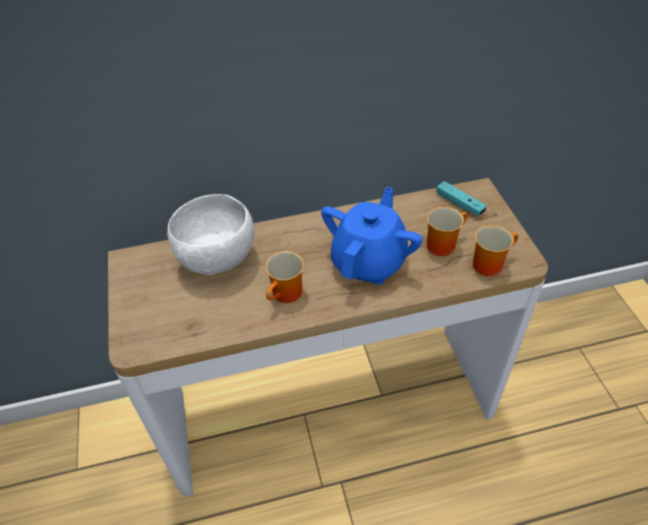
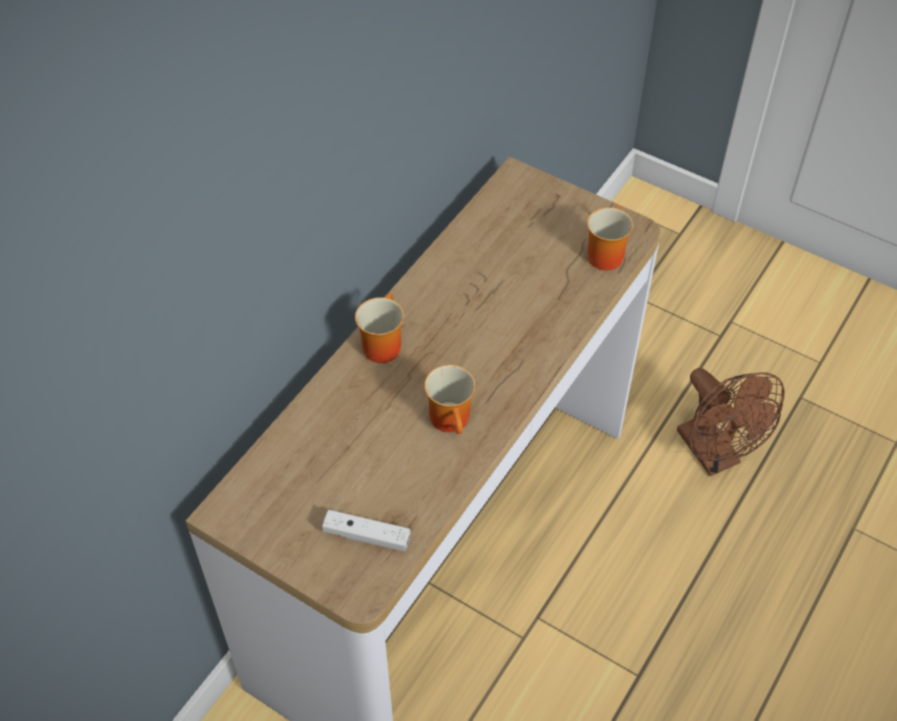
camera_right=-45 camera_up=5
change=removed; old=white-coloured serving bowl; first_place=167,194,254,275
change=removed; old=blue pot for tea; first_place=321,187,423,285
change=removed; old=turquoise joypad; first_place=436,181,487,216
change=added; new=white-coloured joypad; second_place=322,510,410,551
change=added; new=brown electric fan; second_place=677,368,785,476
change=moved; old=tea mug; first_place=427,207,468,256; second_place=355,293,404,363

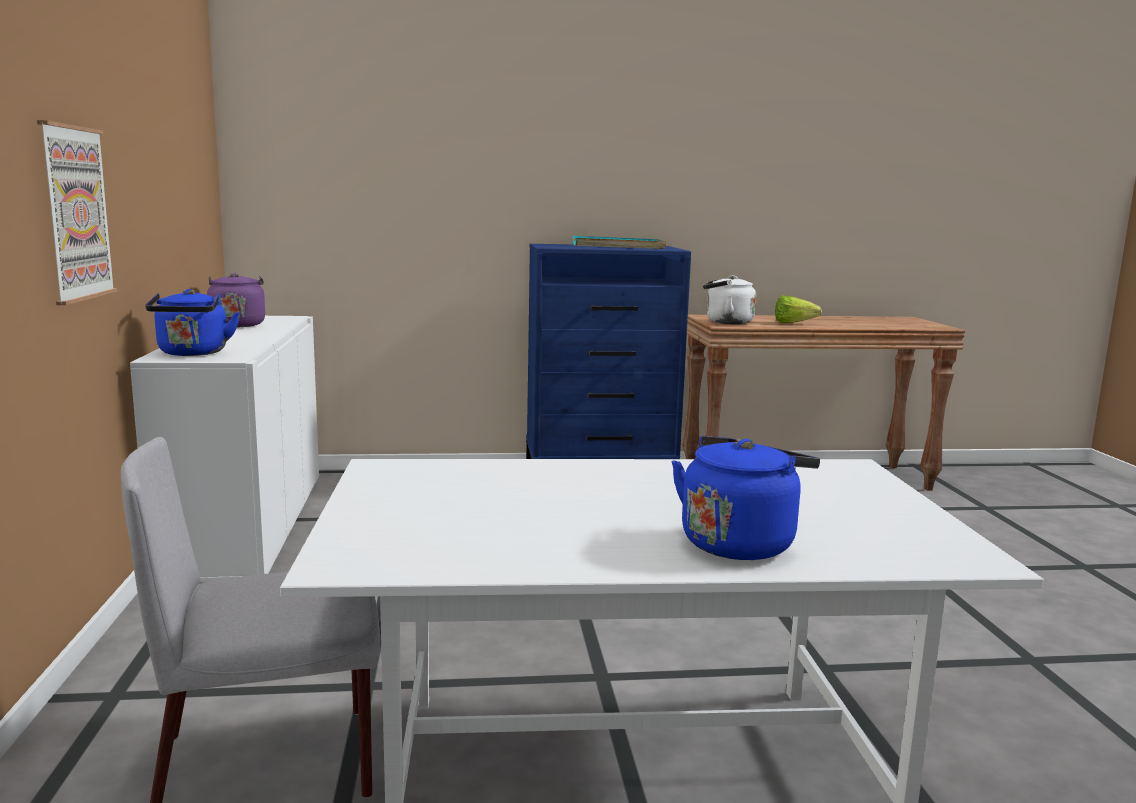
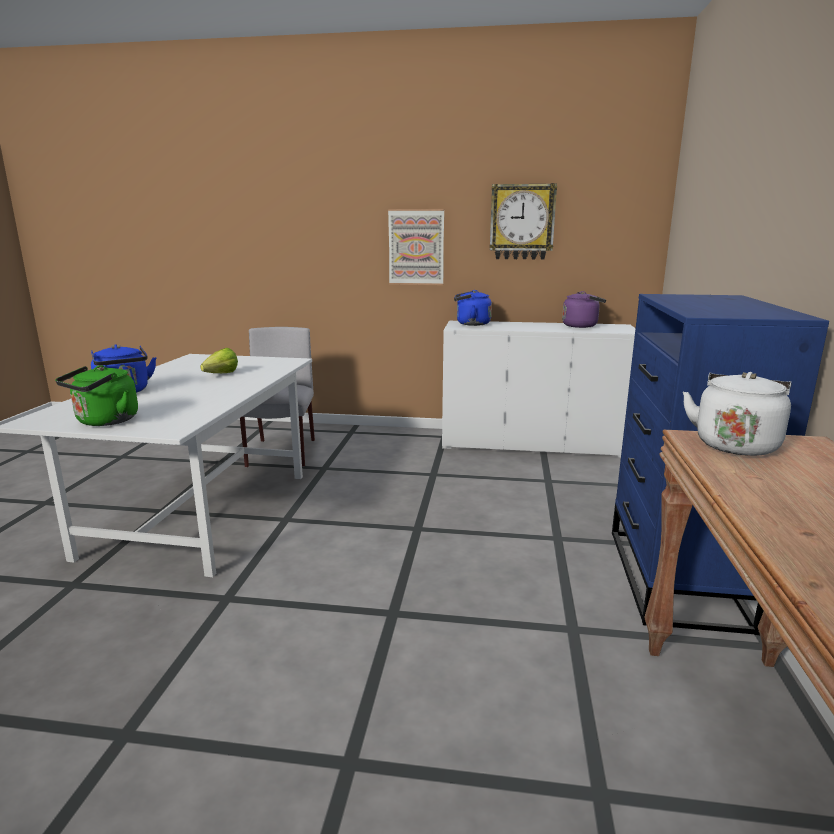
camera_right=105 camera_up=5
change=removed; old=turquoise tray; first_place=573,236,666,249
change=added; new=green water kettle; second_place=55,365,138,426
change=added; new=wall clock; second_place=490,183,557,260
change=moved; old=head of lettuce; first_place=775,295,822,323; second_place=200,348,238,373

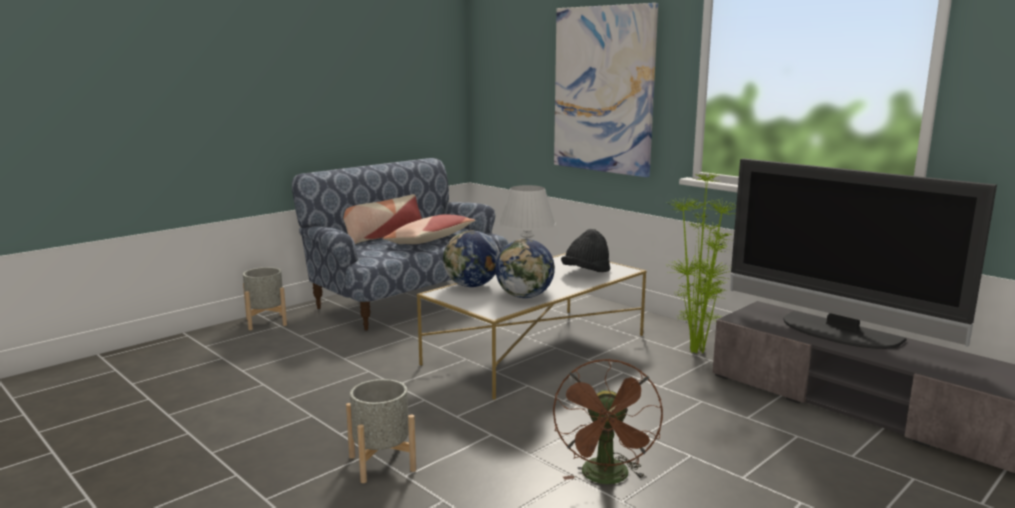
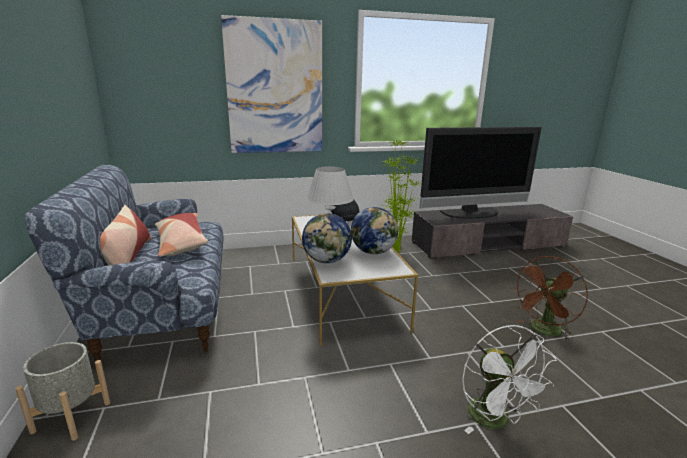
camera_right=-60 camera_up=5
change=replaced; old=gray flower pot; new=white-coloured electric fan; first_place=346,379,416,483; second_place=462,325,557,434
change=turned; old=brown electric fan; first_place=553,359,663,484; second_place=512,256,588,341; degrees=105

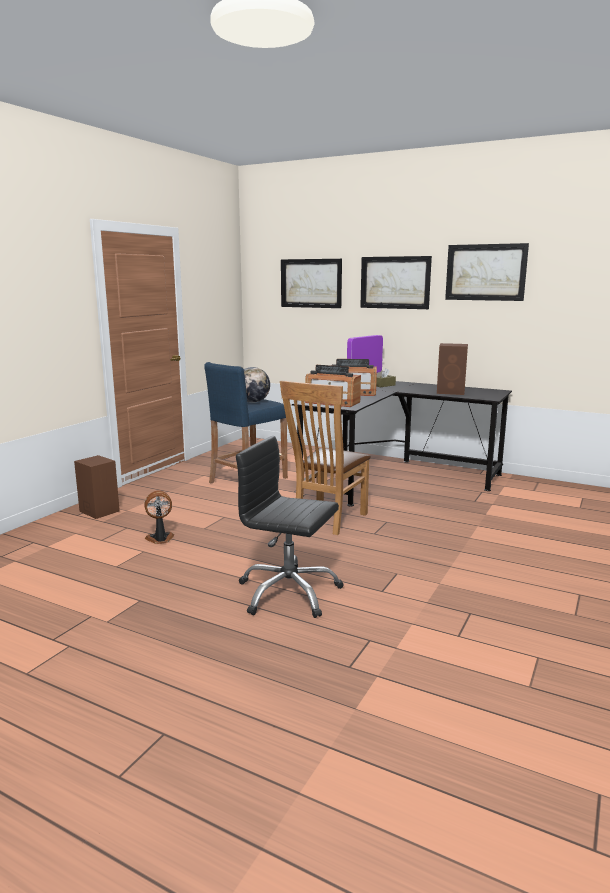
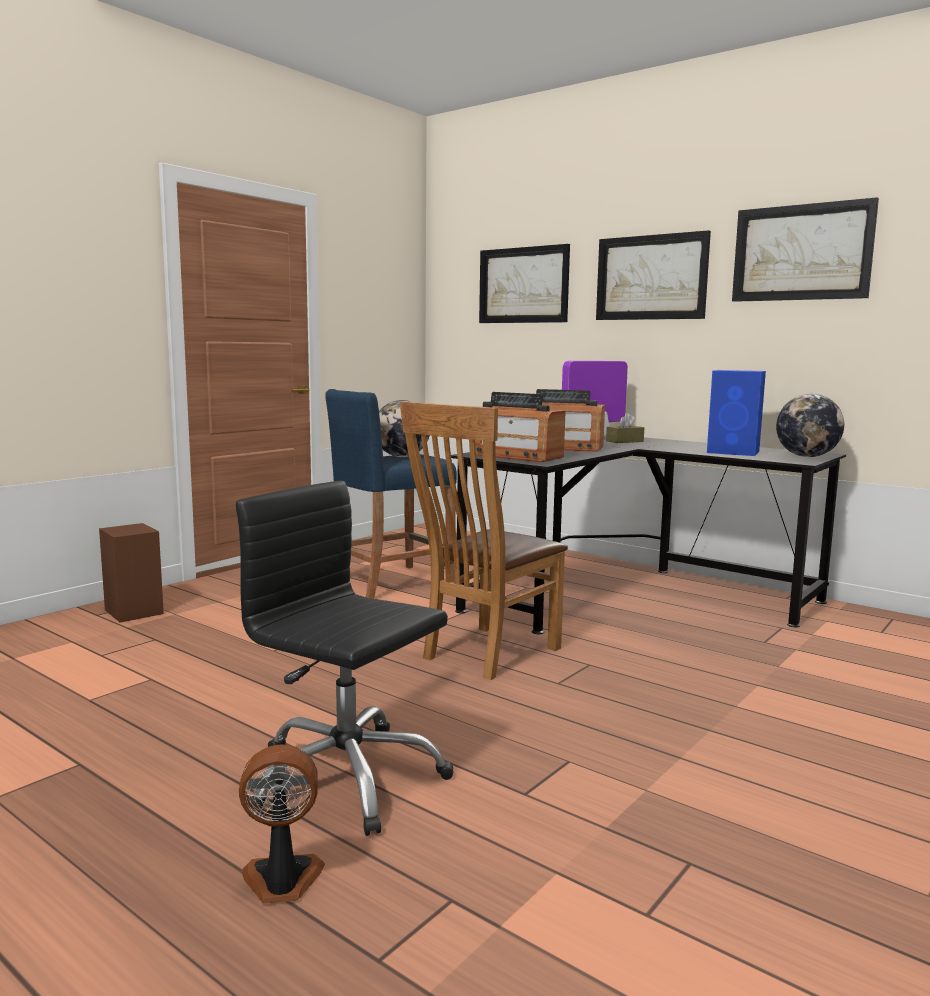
camera_right=10 camera_up=-5
change=added; new=world globe; second_place=776,394,844,457
change=moved; old=electric fan; first_place=144,490,174,544; second_place=239,744,325,903
change=recoloured; old=brown speaker; new=blue speaker; first_place=437,343,468,395; second_place=707,370,766,456

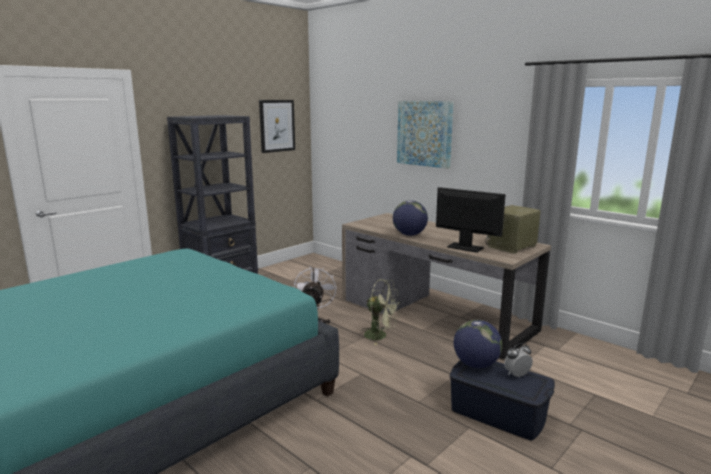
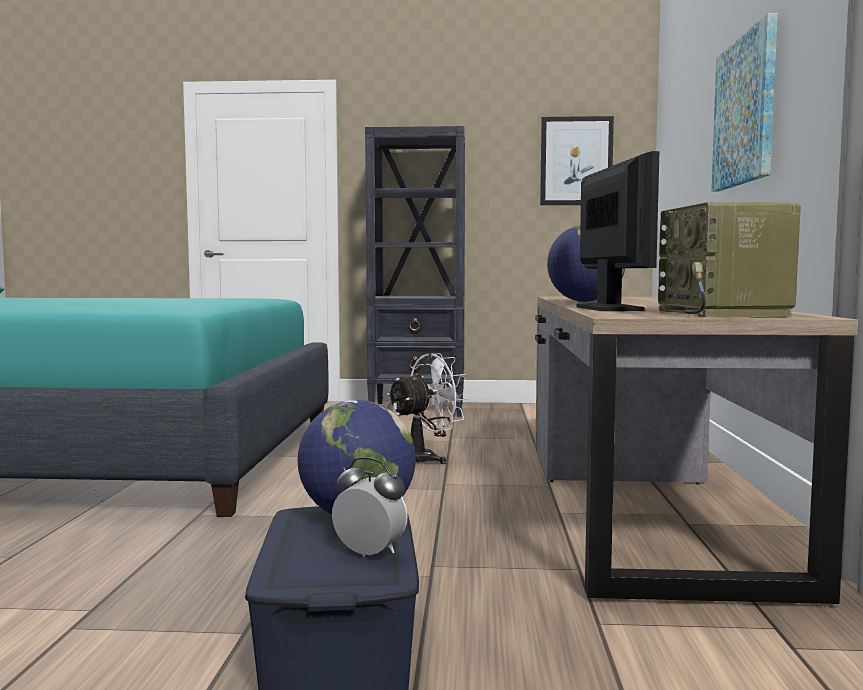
camera_right=50 camera_up=-10
change=removed; old=green electric fan; first_place=361,279,400,345
change=turned; old=radio receiver; first_place=485,205,541,254; second_place=658,202,801,317; degrees=-105

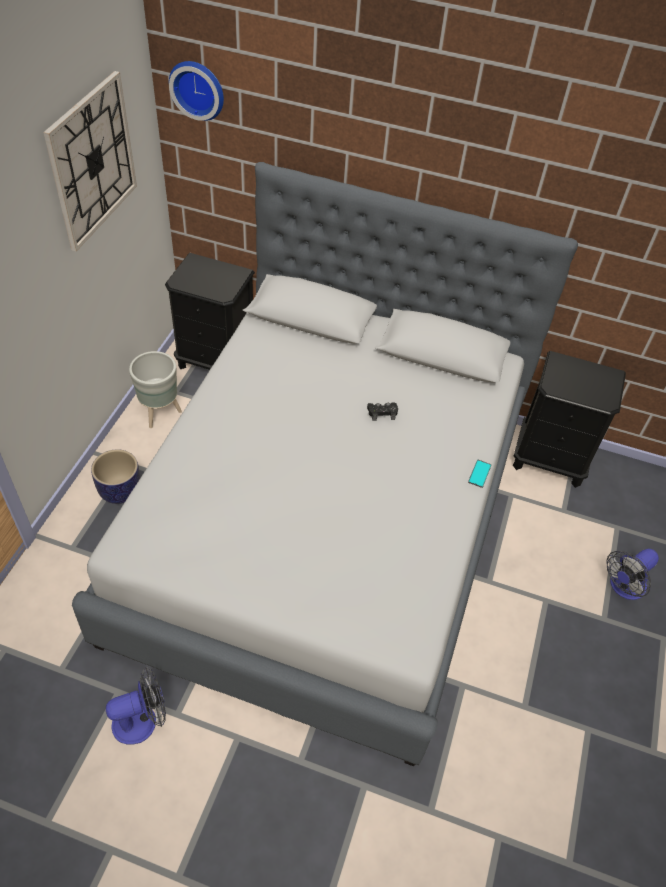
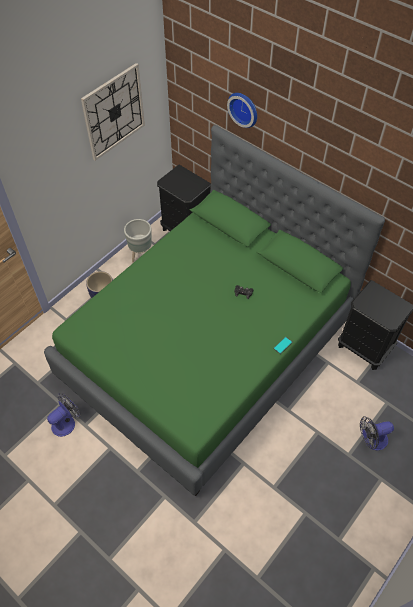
camera_right=25 camera_up=5
change=moved; old=wall clock; first_place=169,61,224,121; second_place=227,93,257,128
change=recoloured; old=gray bedroom bed; new=green bedroom bed; first_place=72,162,578,766; second_place=44,125,385,496
change=turned; old=electric fan; first_place=106,667,166,745; second_place=47,393,81,437; degrees=-45

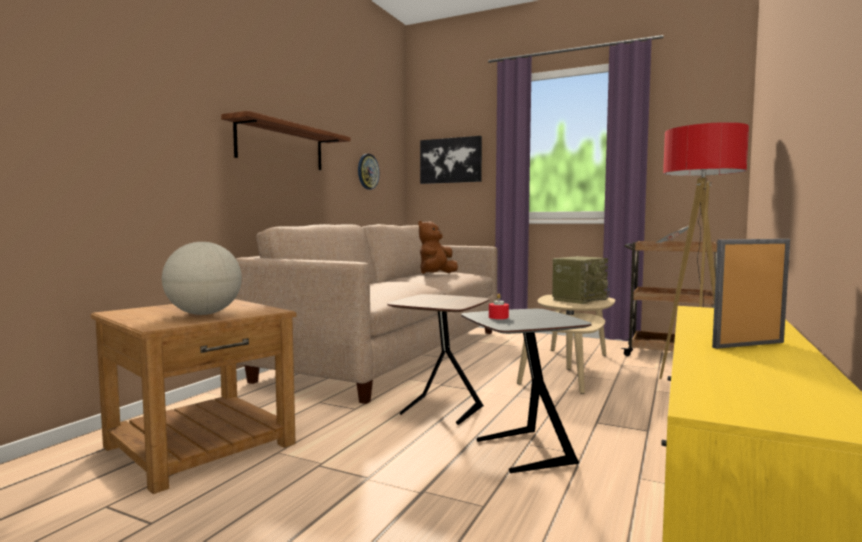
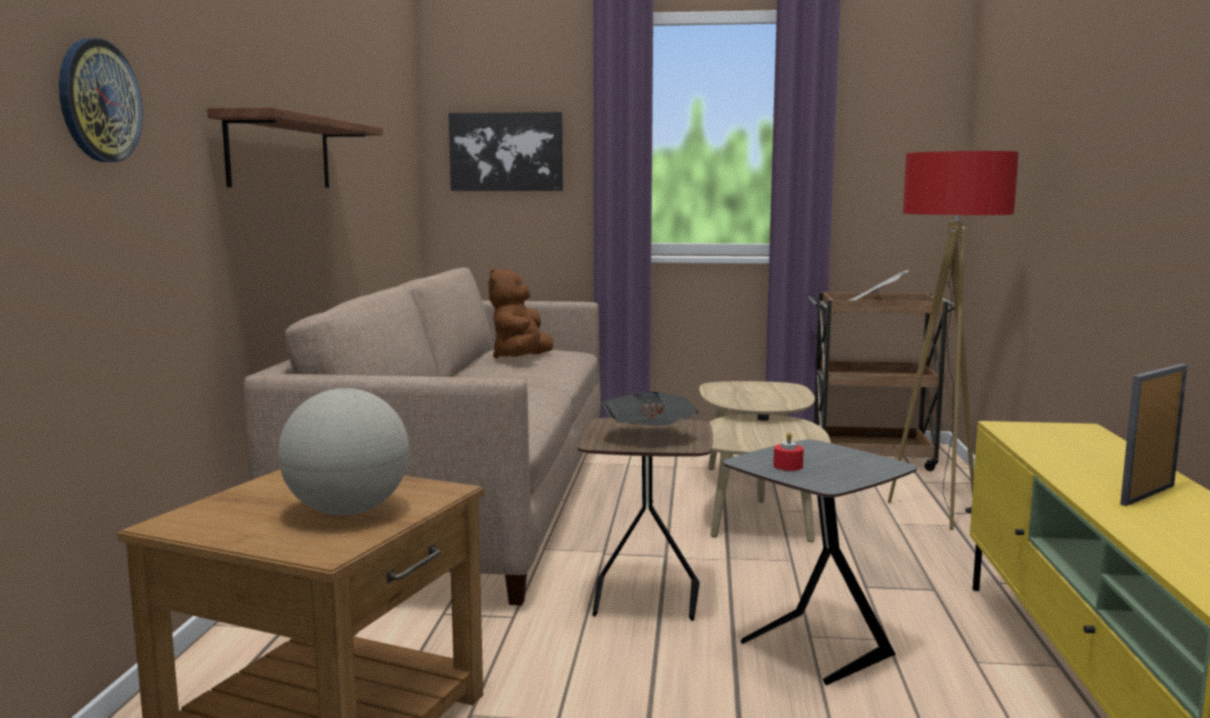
camera_right=-20 camera_up=5
change=removed; old=radio receiver; first_place=552,256,610,304
change=added; new=printed paper; second_place=600,392,698,426
change=moved; old=wall clock; first_place=358,154,379,190; second_place=59,38,143,162

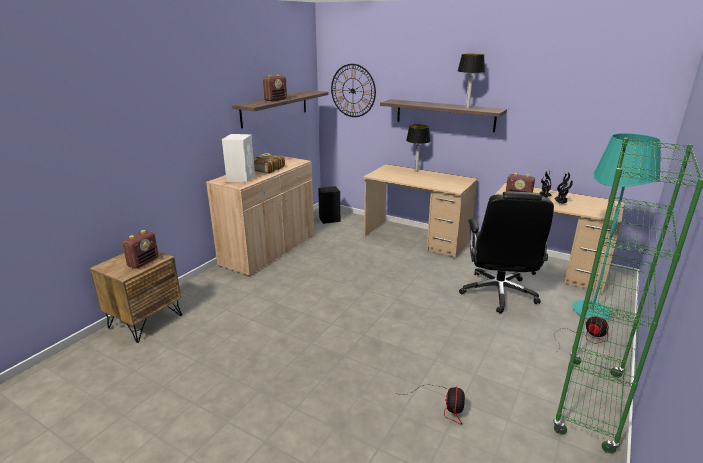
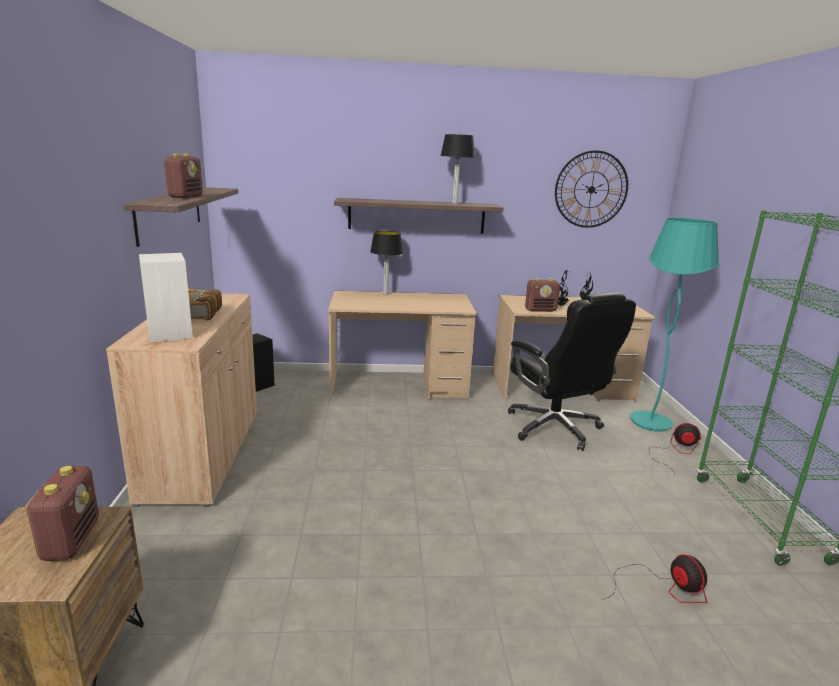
camera_right=-35 camera_up=-5
change=moved; old=wall clock; first_place=331,64,376,117; second_place=555,151,628,228

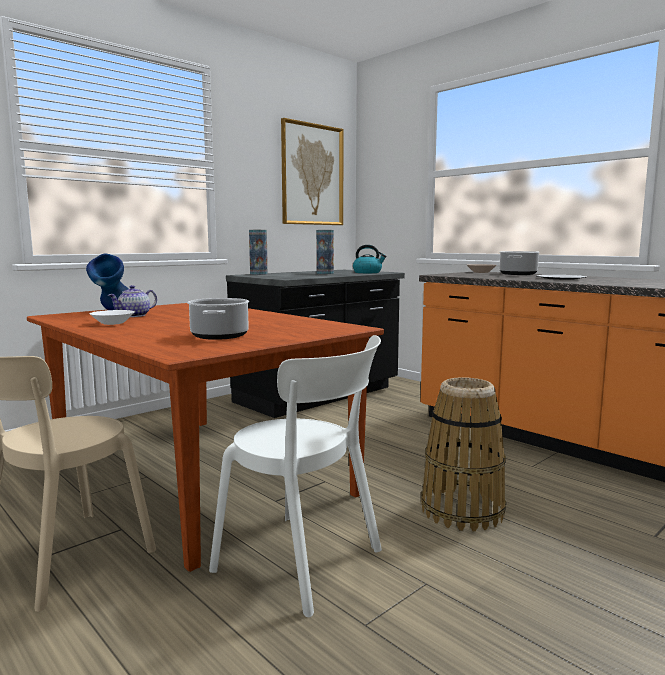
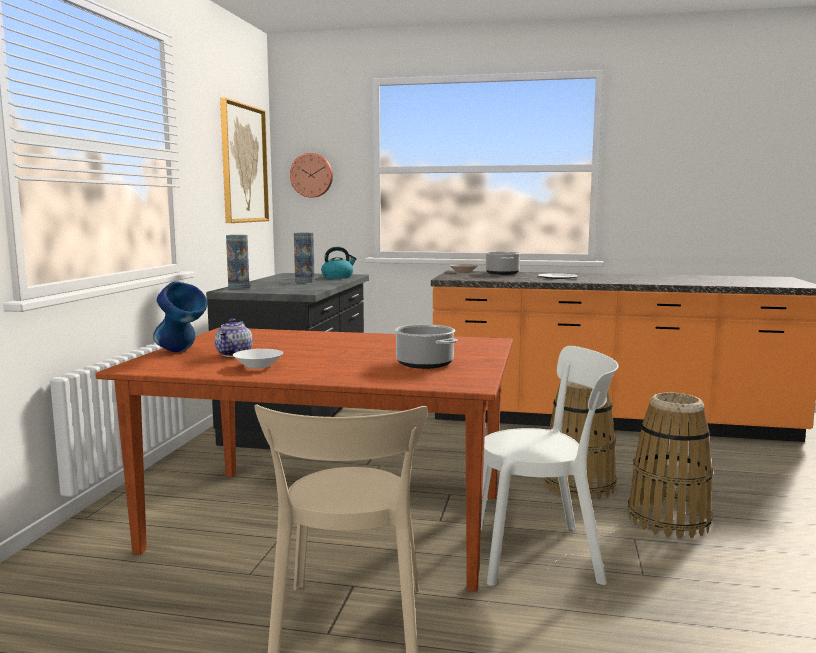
camera_right=-35 camera_up=0
change=added; new=wall clock; second_place=290,153,333,197
change=added; new=household basket; second_place=628,392,713,538

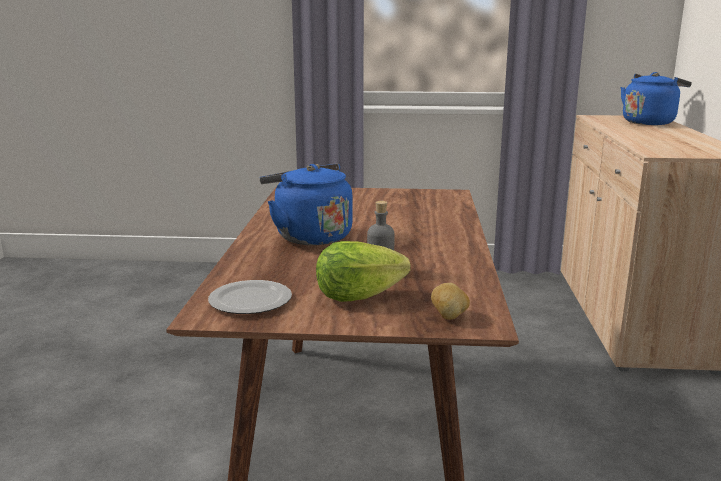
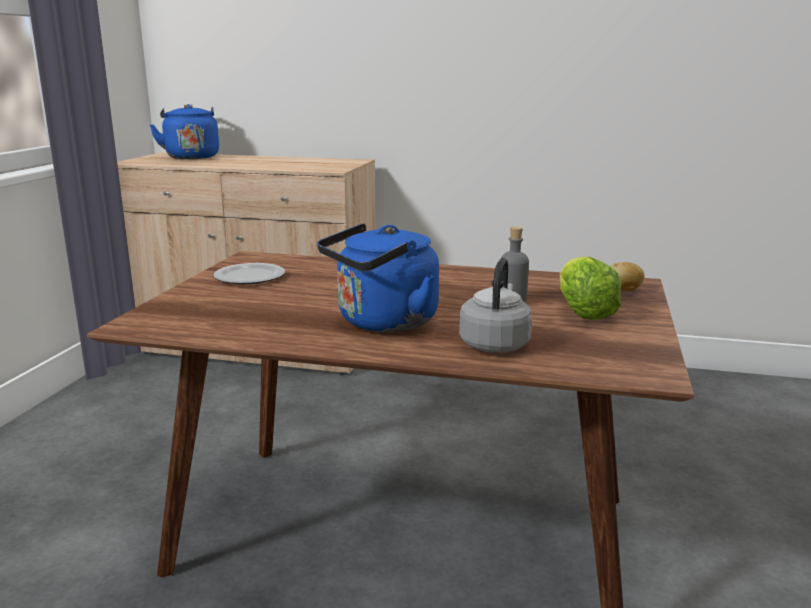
camera_right=-80 camera_up=0
change=added; new=gray water kettle; second_place=459,258,532,353
change=moved; old=flat dish; first_place=208,280,292,314; second_place=213,263,285,284

